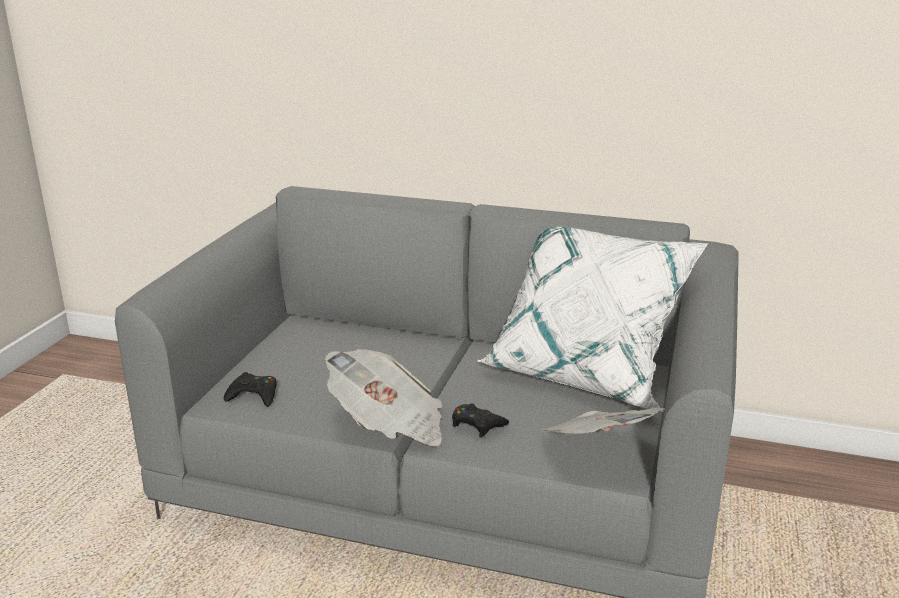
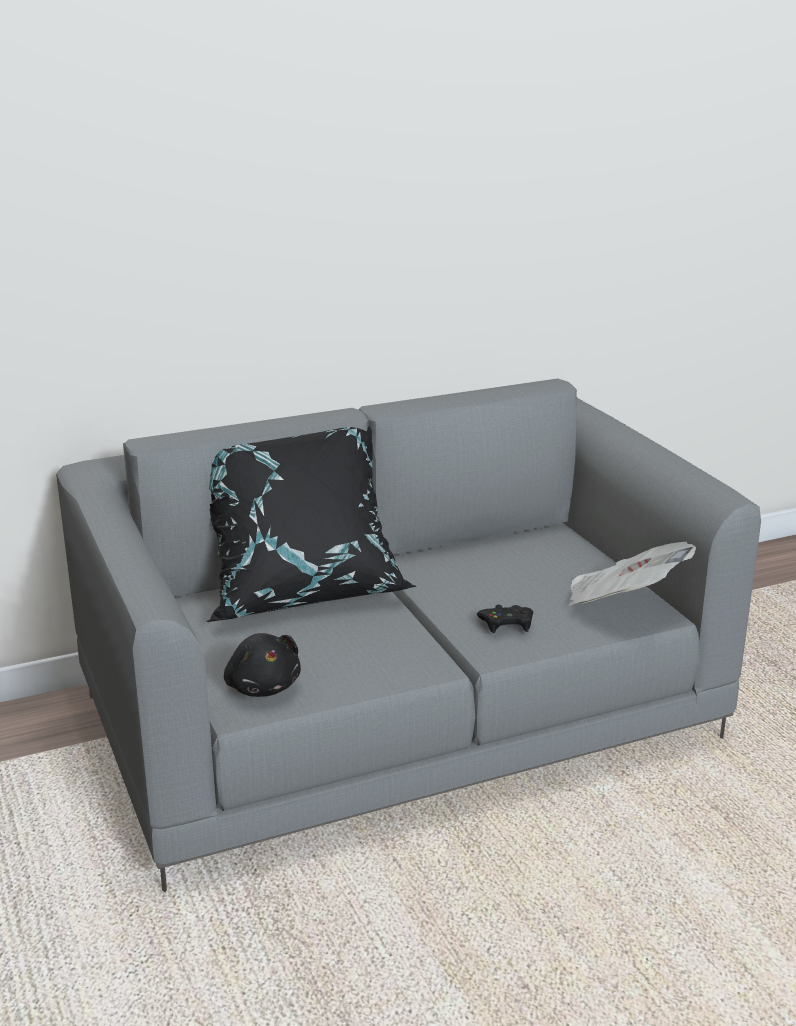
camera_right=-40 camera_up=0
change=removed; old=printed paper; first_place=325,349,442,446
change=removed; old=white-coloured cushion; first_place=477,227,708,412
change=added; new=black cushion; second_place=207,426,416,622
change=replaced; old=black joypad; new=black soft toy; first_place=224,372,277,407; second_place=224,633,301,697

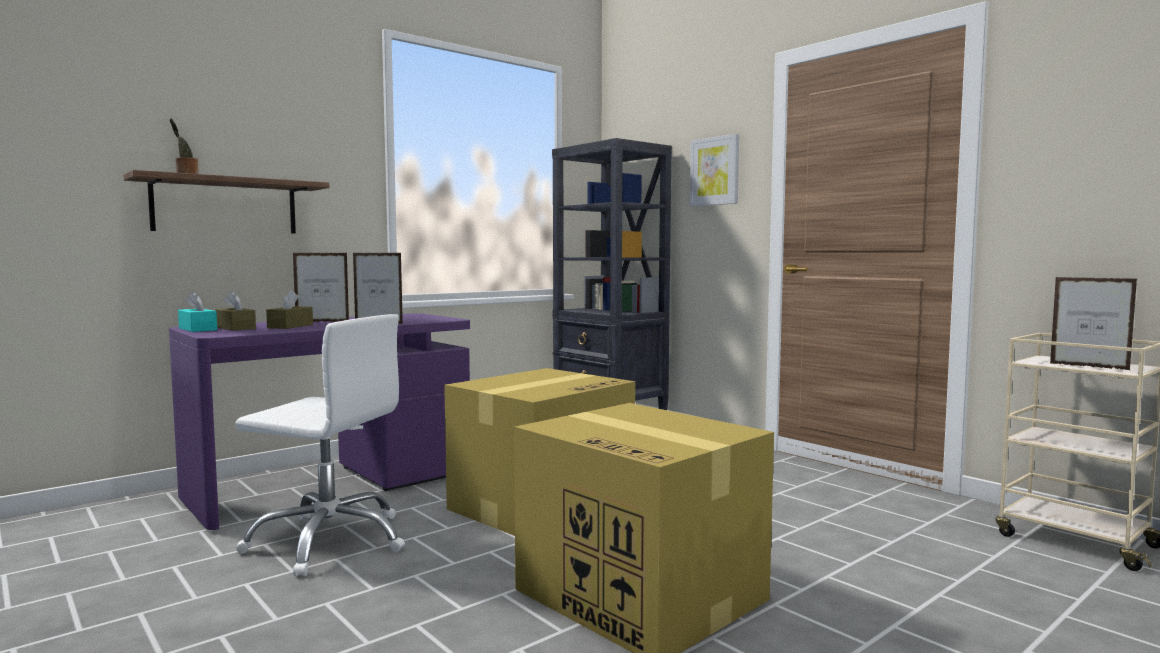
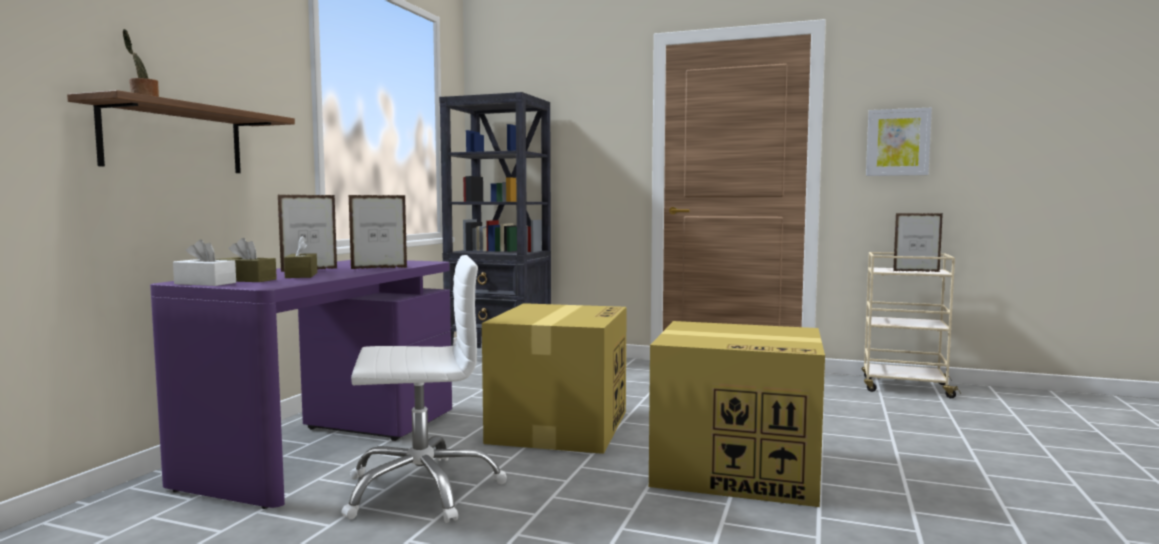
camera_right=-30 camera_up=0
change=moved; old=wall art; first_place=690,134,739,206; second_place=866,107,932,176
change=recoloured; old=turquoise tissue holder; new=white-coloured tissue holder; first_place=178,292,217,332; second_place=173,239,236,286

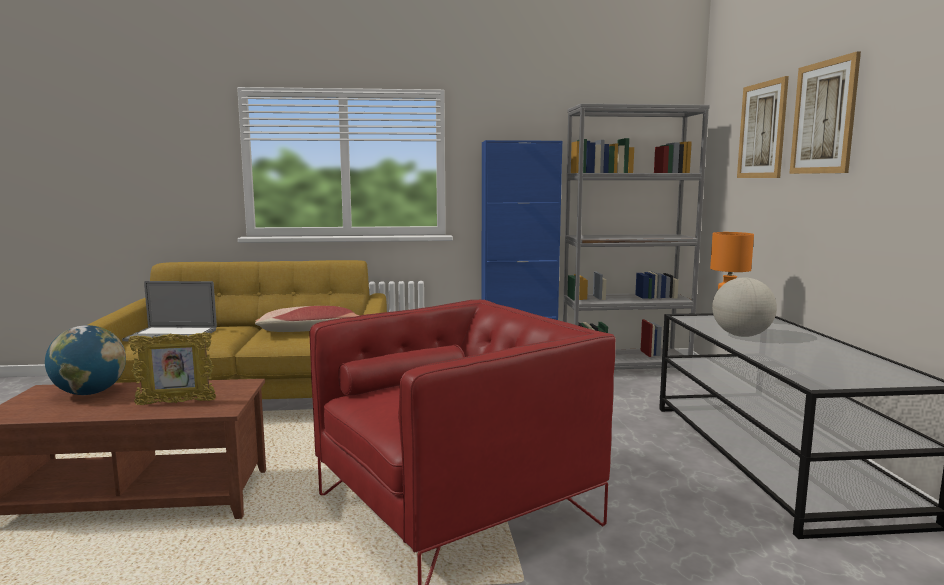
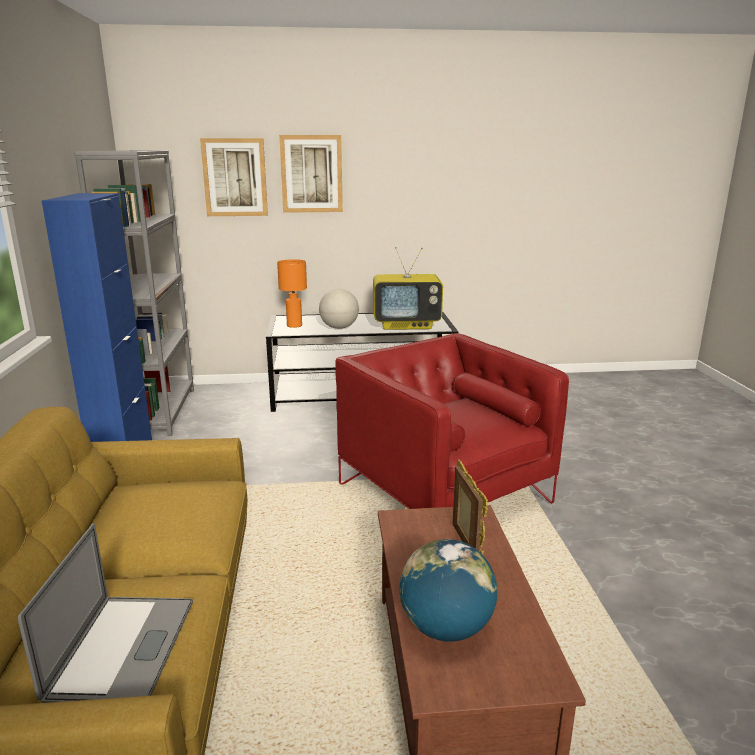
camera_right=-90 camera_up=10
change=removed; old=cushion; first_place=255,306,359,332
change=added; new=television; second_place=373,247,443,330

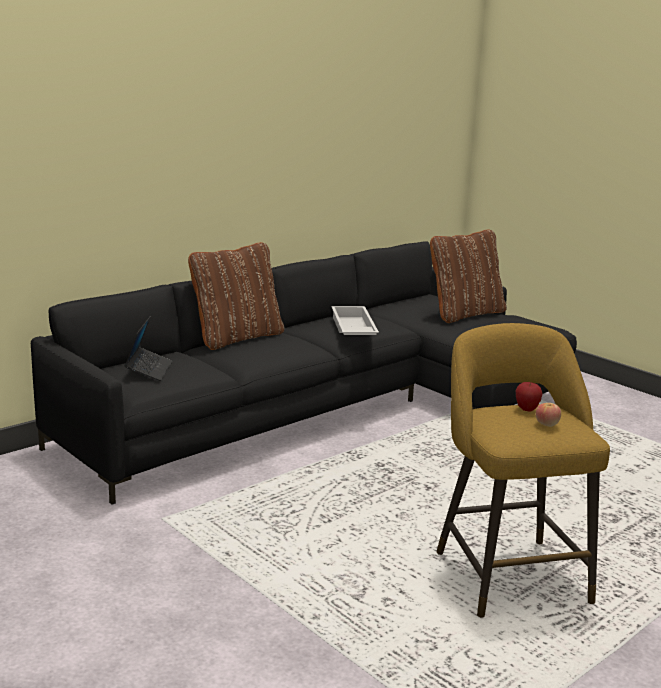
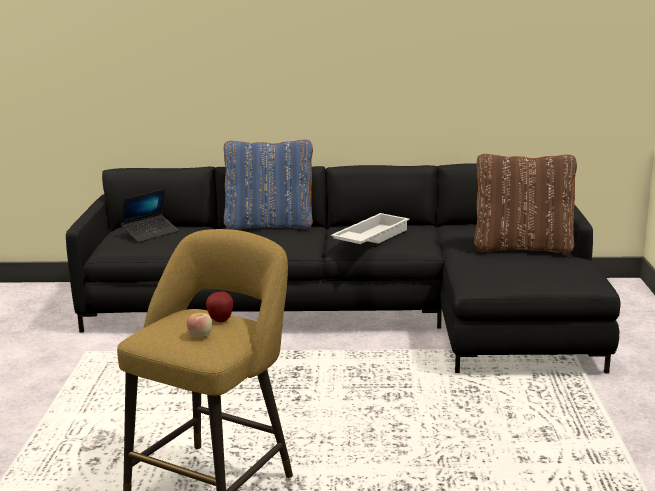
camera_right=45 camera_up=0
change=recoloured; old=brown cushion; new=blue cushion; first_place=188,242,284,350; second_place=224,140,313,230

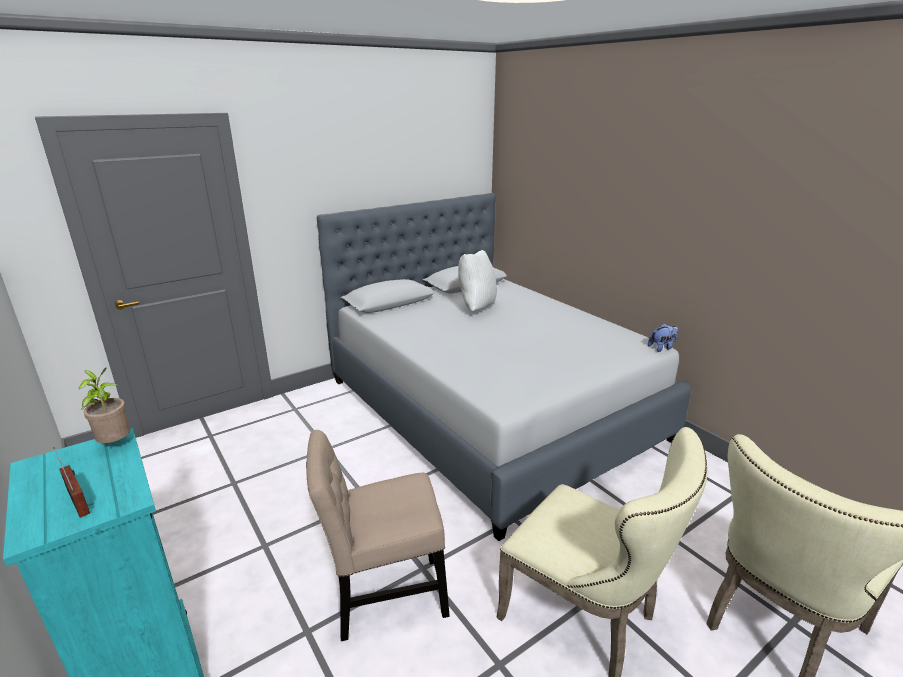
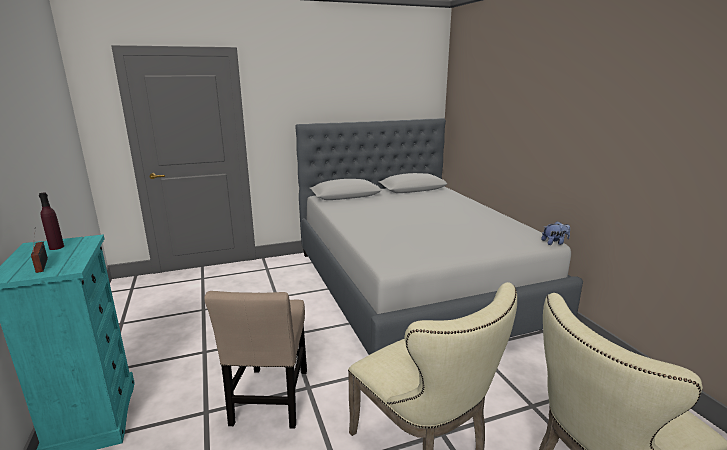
camera_right=15 camera_up=-5
change=removed; old=plant in a pot; first_place=78,367,130,443
change=removed; old=white-coloured cushion; first_place=458,250,497,311
change=added; new=purple-coloured bottle; second_place=39,192,64,250
change=turned; old=sand-coloured plain chair; first_place=306,430,450,641; second_place=204,291,307,429; degrees=-90

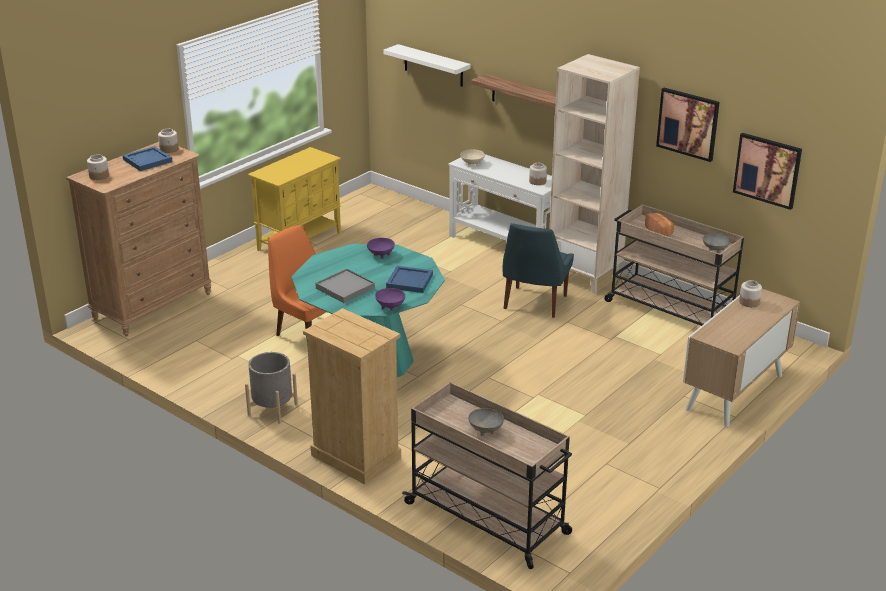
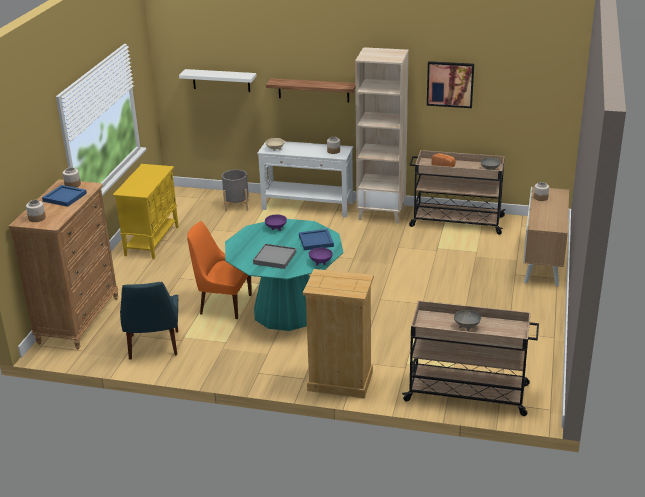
camera_right=-25 camera_up=0
change=removed; old=wall art; first_place=733,133,802,210
change=moved; old=gray flower pot; first_place=245,352,298,424; second_place=222,169,249,212
change=moved; old=blue plain chair; first_place=503,223,574,318; second_place=120,282,178,360

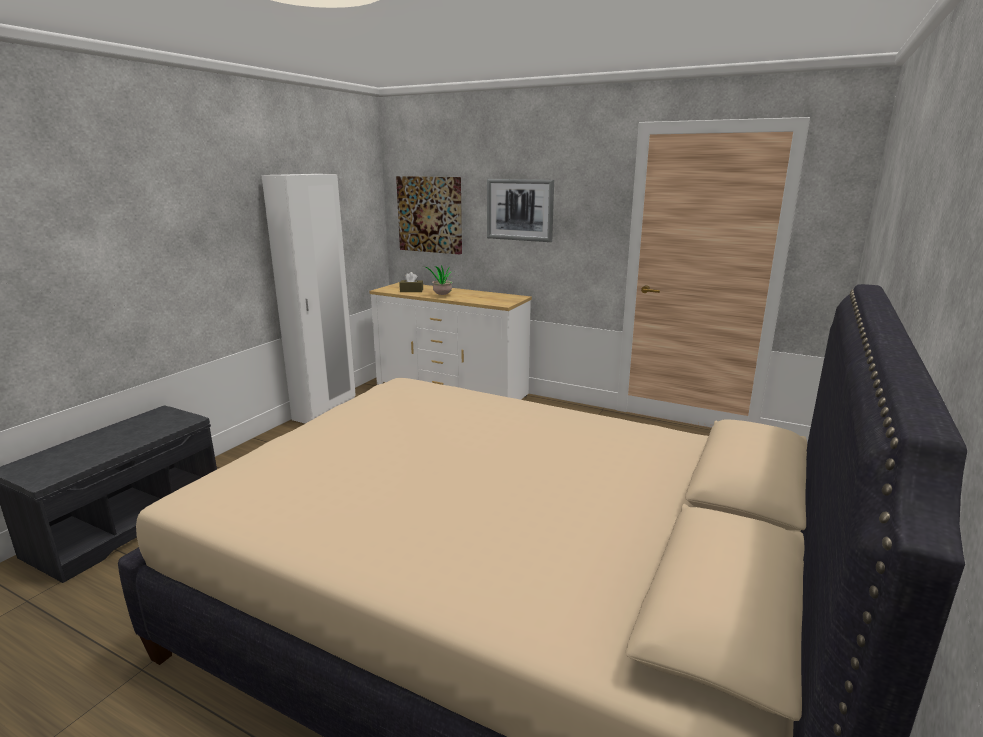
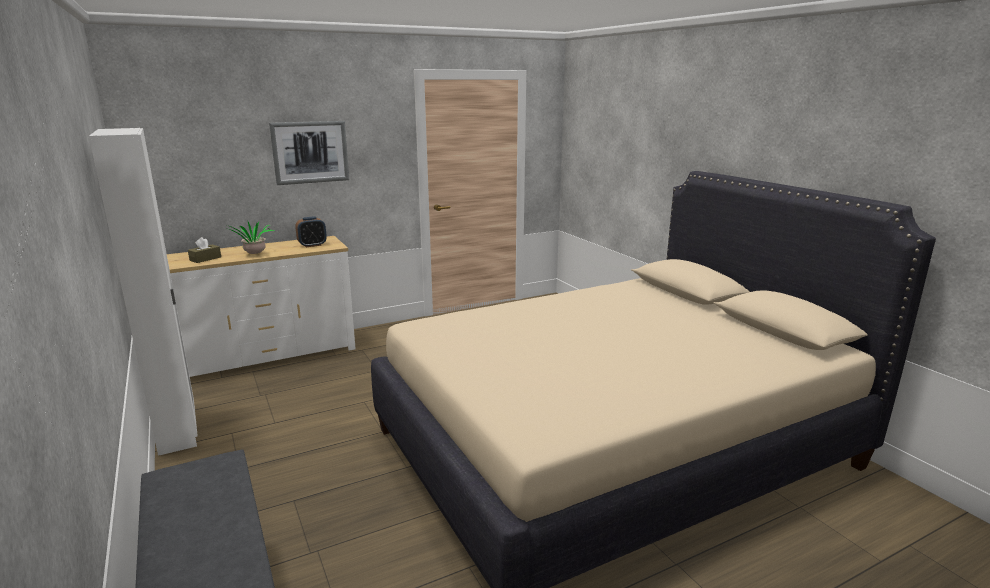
camera_right=-55 camera_up=0
change=removed; old=wall art; first_place=396,176,462,254
change=added; new=table clock; second_place=295,217,327,247

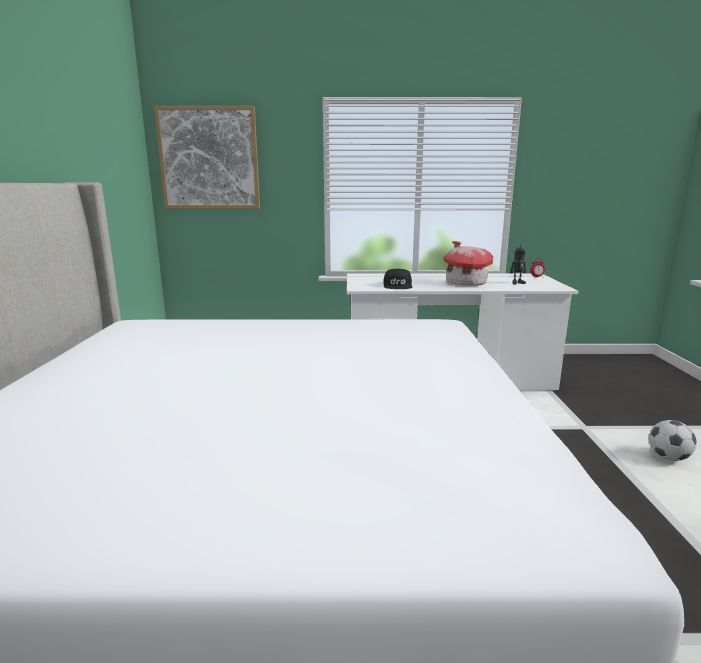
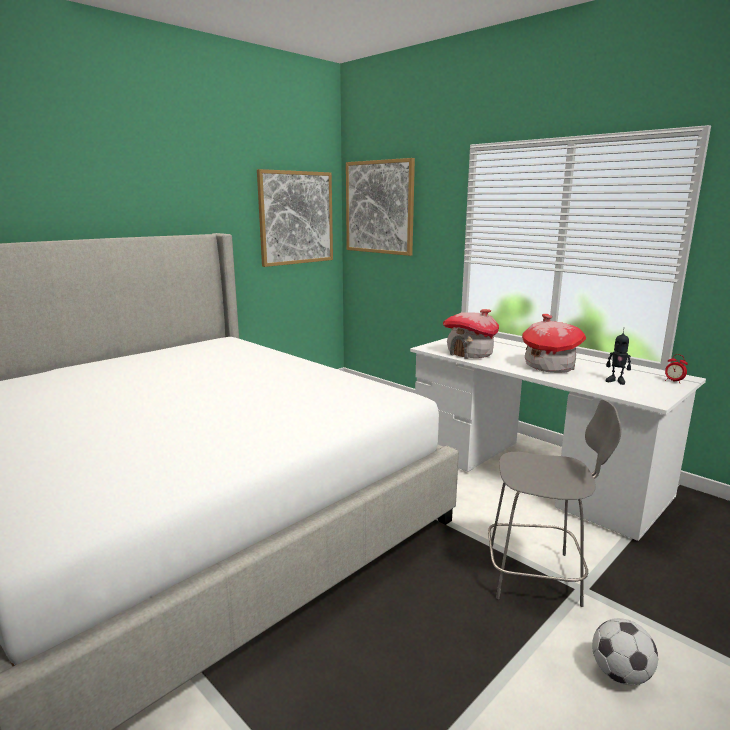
camera_right=45 camera_up=0
change=added; new=wall art; second_place=257,169,333,267
change=added; new=gray stool seat; second_place=488,399,622,607
change=replaced; old=black peaked cap; new=model house; first_place=384,268,412,289; second_place=443,309,499,359

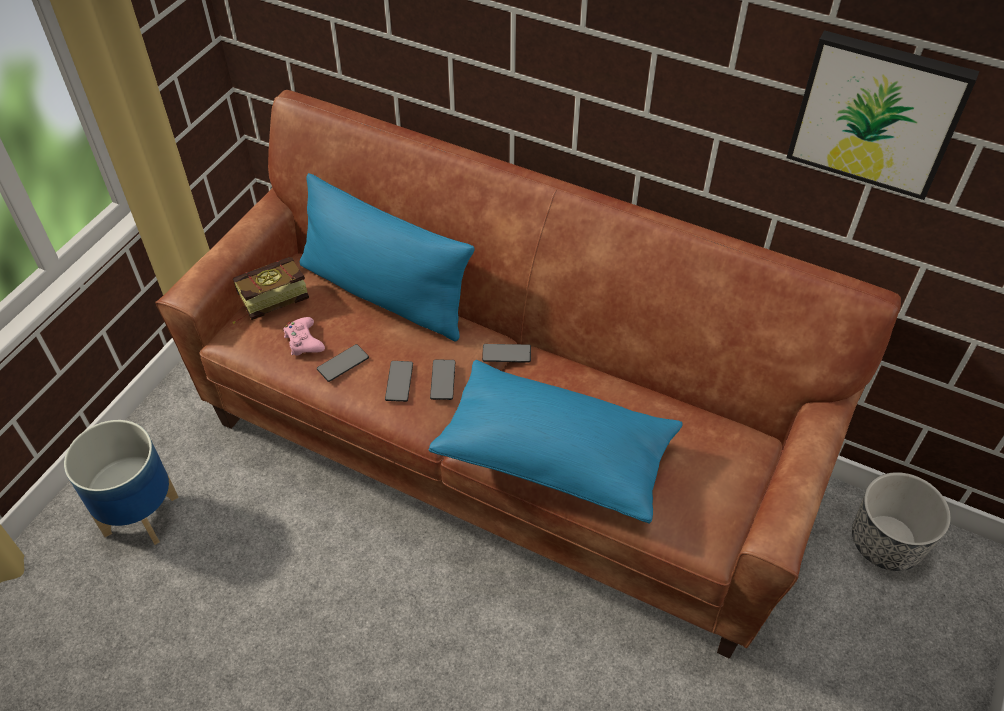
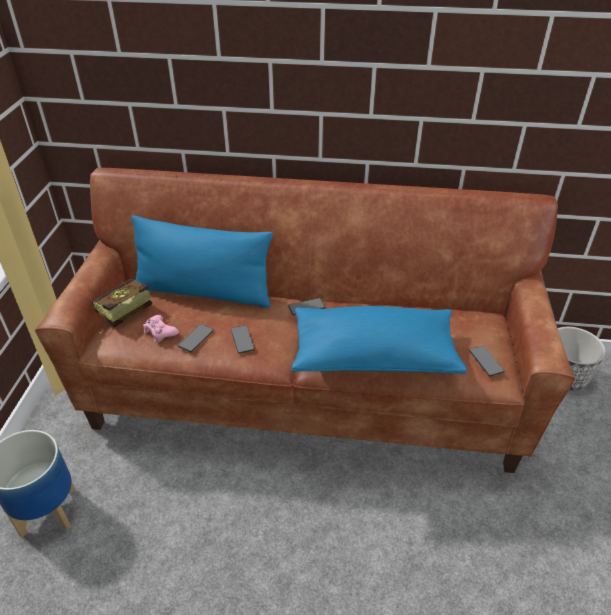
camera_right=-20 camera_up=-10
change=removed; old=wall art; first_place=786,30,979,200
change=moved; old=handset; first_place=430,359,455,400; second_place=469,346,504,376

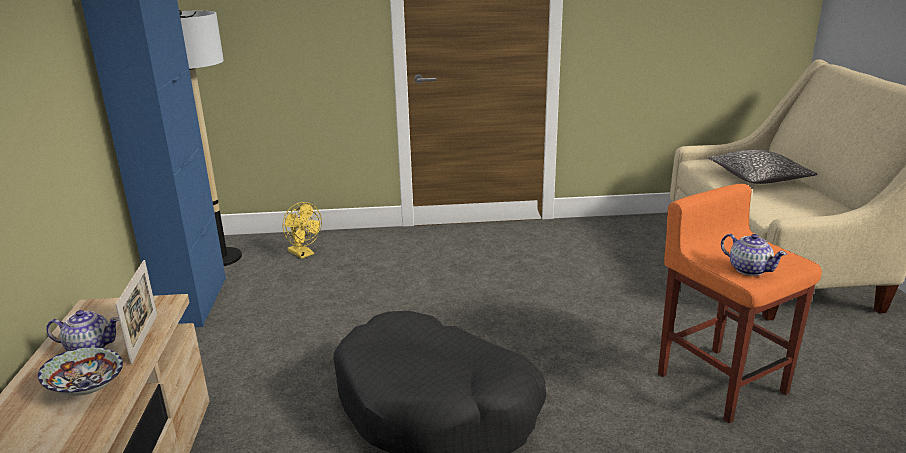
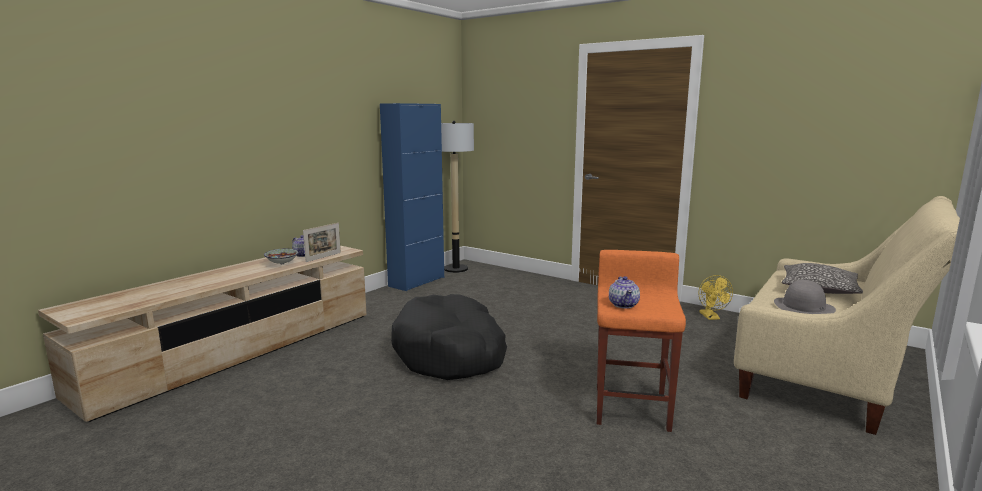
camera_right=40 camera_up=-10
change=added; new=gray clothing hat; second_place=774,280,836,314
change=moved; old=yellowish electric fan; first_place=283,202,322,259; second_place=698,275,733,320

